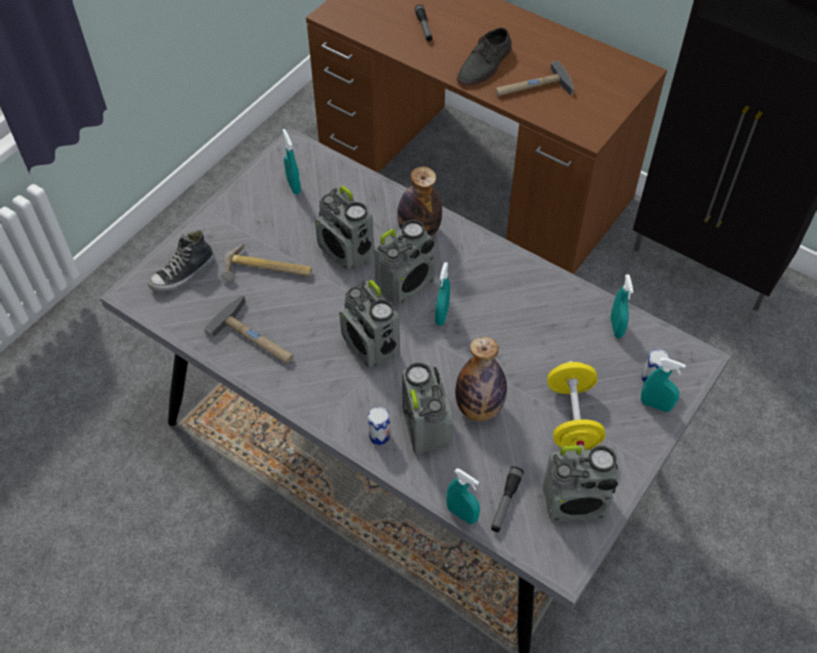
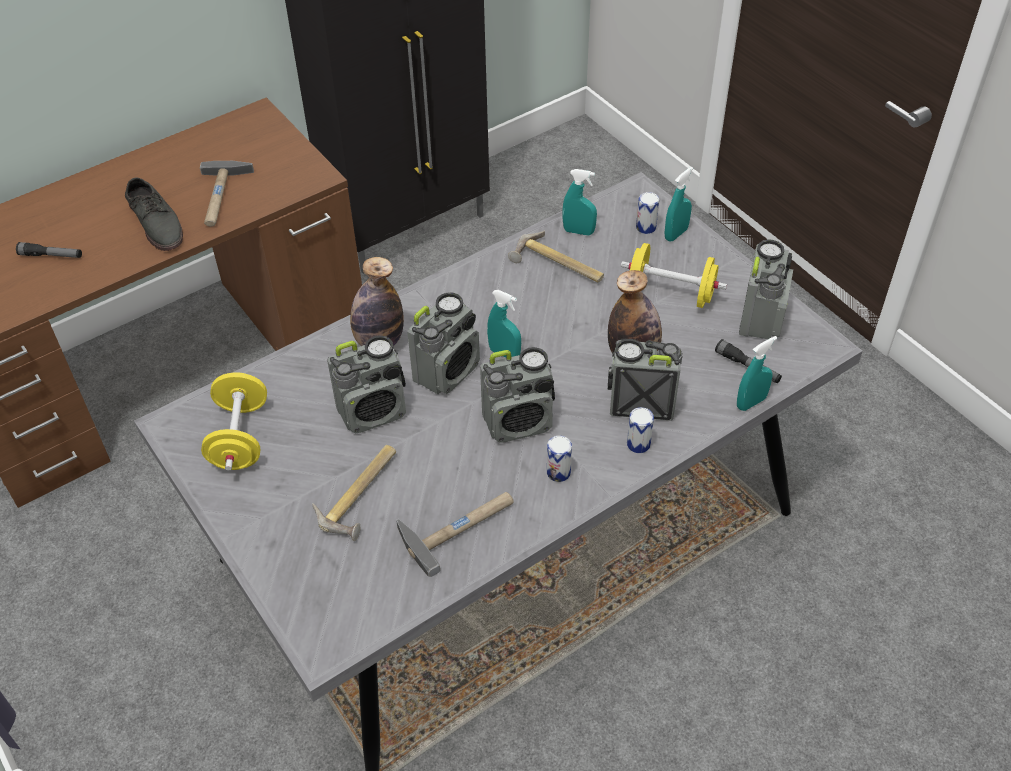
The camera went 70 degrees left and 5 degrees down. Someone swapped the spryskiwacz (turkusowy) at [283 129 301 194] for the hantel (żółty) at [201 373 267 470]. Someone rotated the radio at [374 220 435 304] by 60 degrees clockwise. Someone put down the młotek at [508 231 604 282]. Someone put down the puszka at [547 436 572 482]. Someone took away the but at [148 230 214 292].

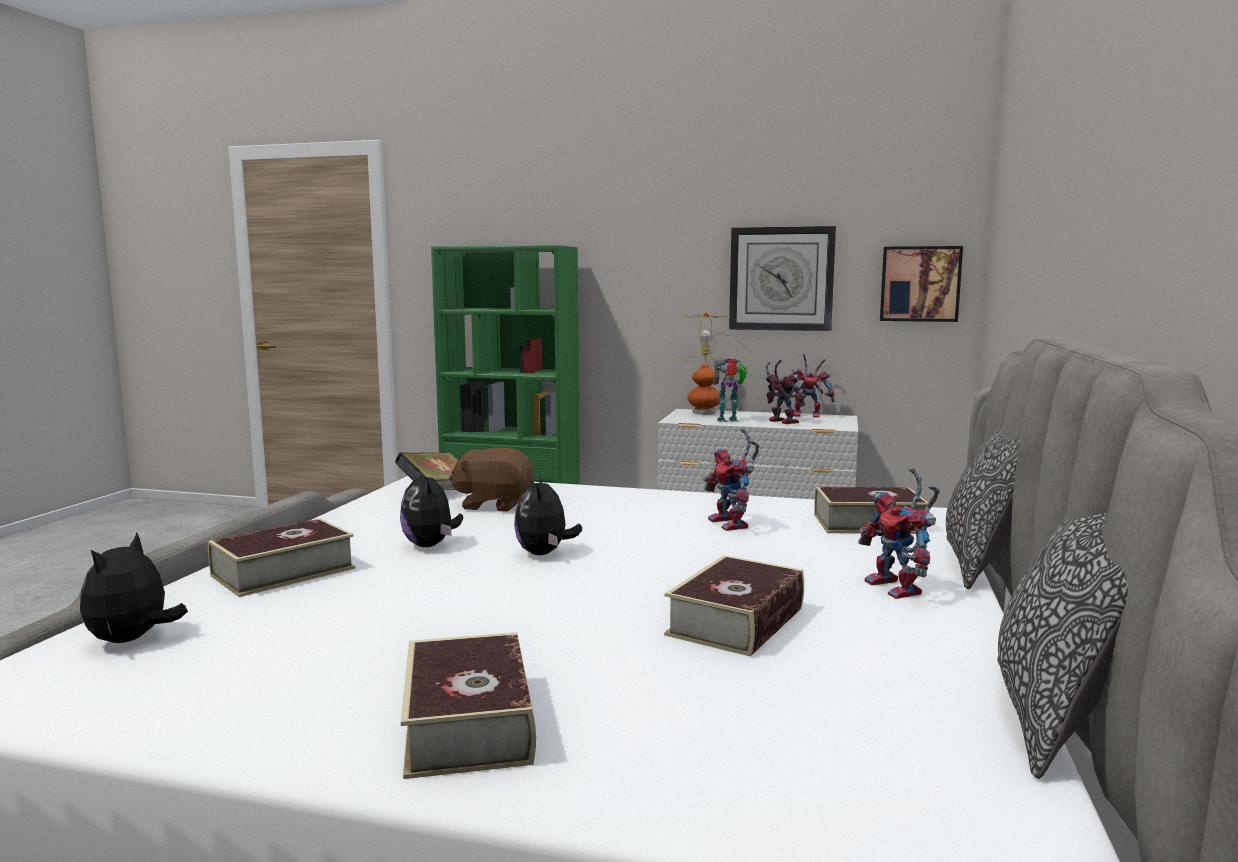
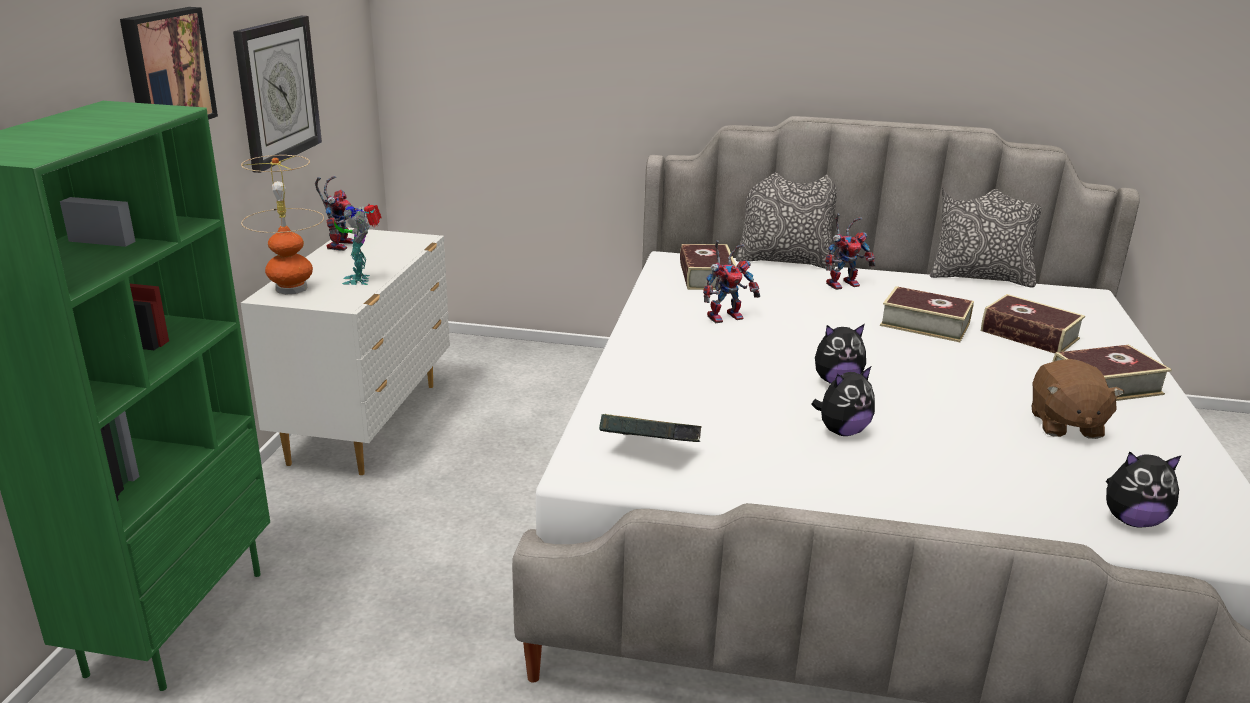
The camera went 95 degrees left and 15 degrees up. Someone carried the obraz from [880 246 963 322] to [120 7 218 120]. Someone carried the książka from [208 519 355 597] to [981 294 1085 354]. Someone carried the pluszak (brązowy) from [449 447 534 512] to [1031 359 1124 439]. Someone took away the robot zabawkowy at [765 359 805 424].

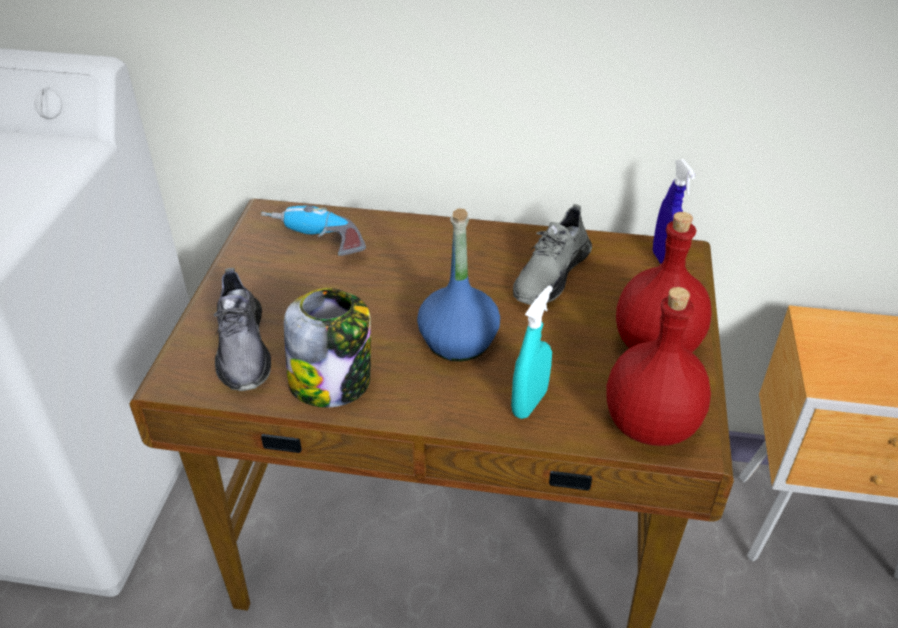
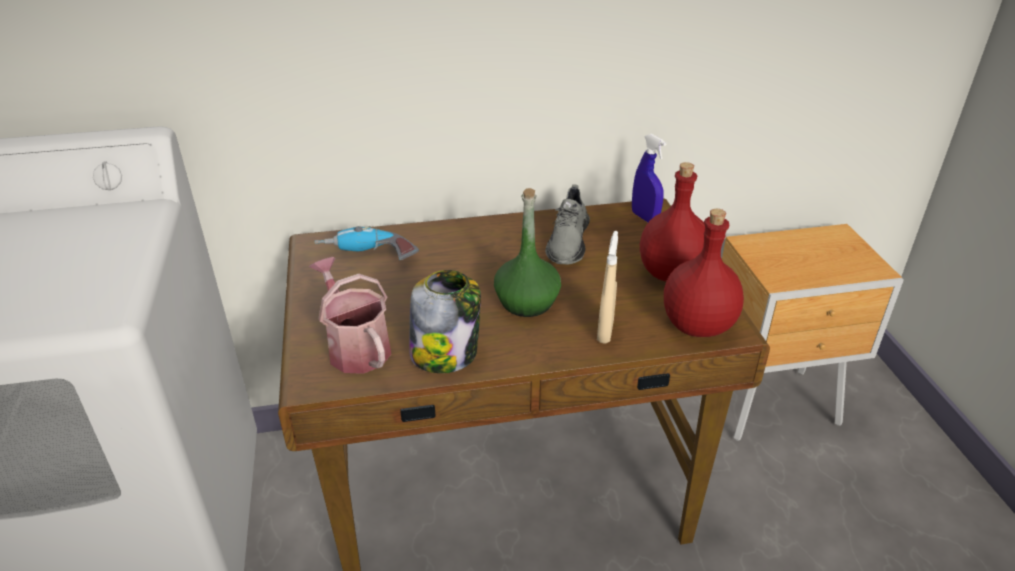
The camera went 20 degrees left and 5 degrees down. Someone swapped the but (szary) at [213 268 271 391] for the konewka at [309 257 391 374]. Someone repainted the butelka (niebieski) at [417 208 500 362], which became the butelka (zielony) at [494 188 561 317]. Someone repainted the spryskiwacz (turkusowy) at [511 285 553 419], which became the spryskiwacz (beżowy) at [597 231 618 344].

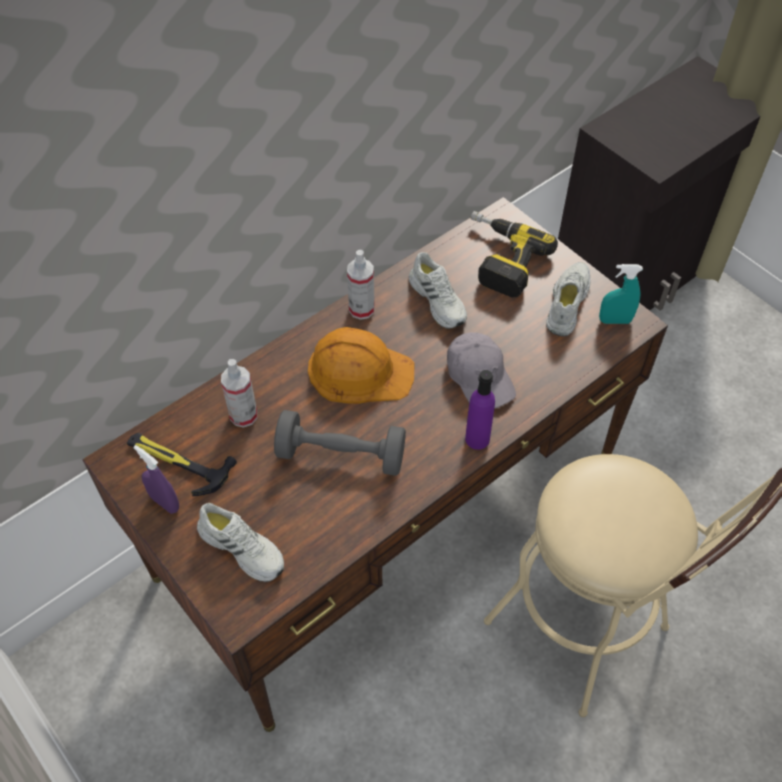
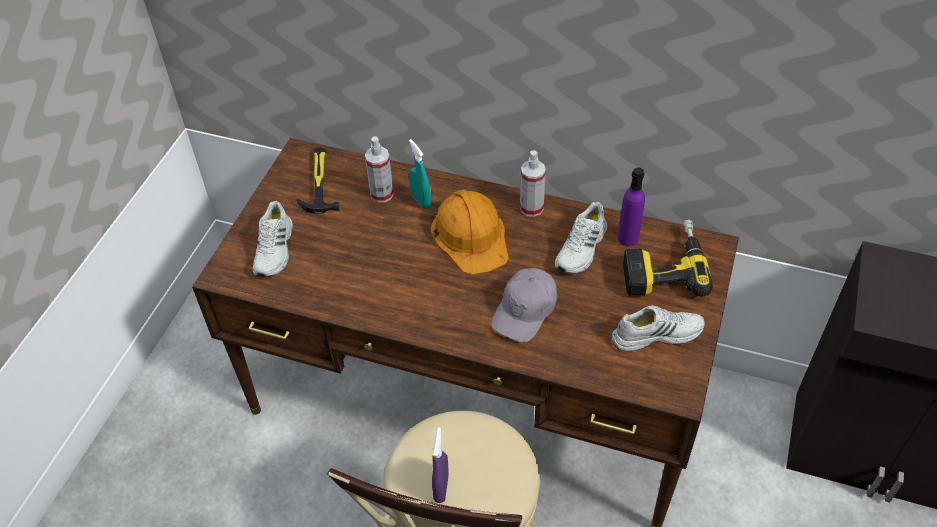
The camera went 60 degrees right and 5 degrees down. Someone carried the spryskiwacz (turkusowy) from [599 264 643 324] to [409 139 431 209]. Someone carried the spryskiwacz (fioletowy) from [133 445 179 514] to [432 427 449 503]. Someone carried the butelka (fioletowy) from [465 370 495 450] to [618 167 645 246]. Someone took away the hantel (szary) at [274 410 406 476].

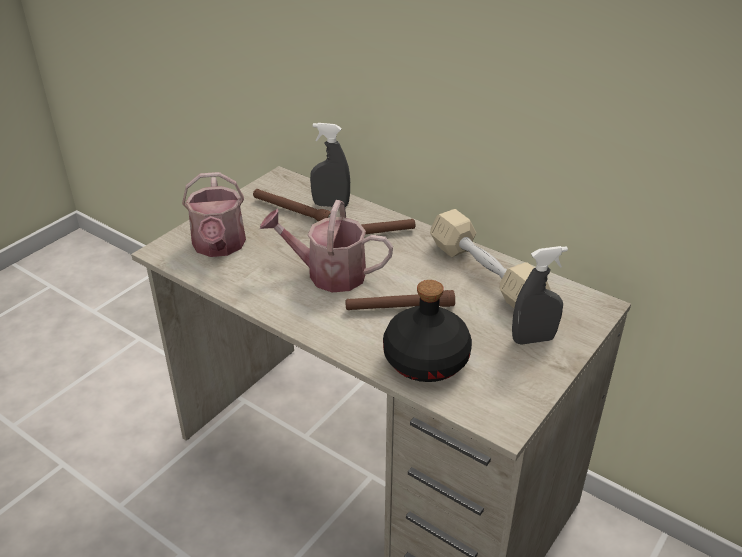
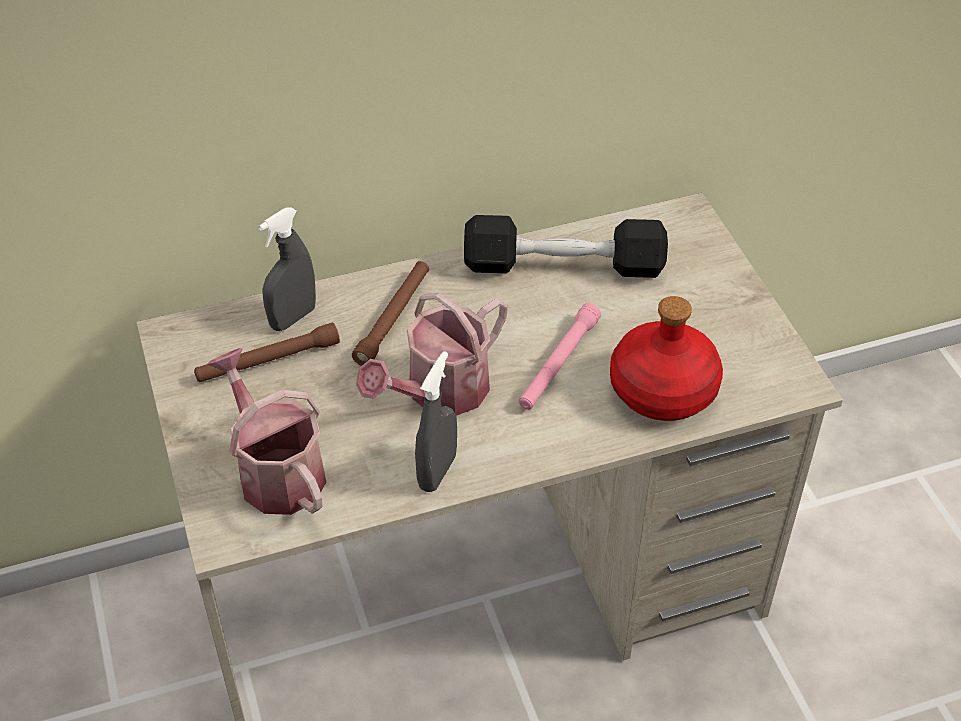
The camera went 55 degrees left and 10 degrees up. Someone rotated the konewka at [182 172 246 257] by 150 degrees counterclockwise. Someone carried the spryskiwacz (szary) from [512 246 568 345] to [415 351 457 492]. Someone repainted the hantel (beżowy) at [430 209 551 308], which became the hantel (czarny) at [464 215 668 278]. Someone repainted the latarka (brązowy) at [345 290 455 310], which became the latarka (różowy) at [519 303 601 410]. Someone repainted the butelka (czarny) at [383 280 472 382], which became the butelka (czerwony) at [610 296 723 421].

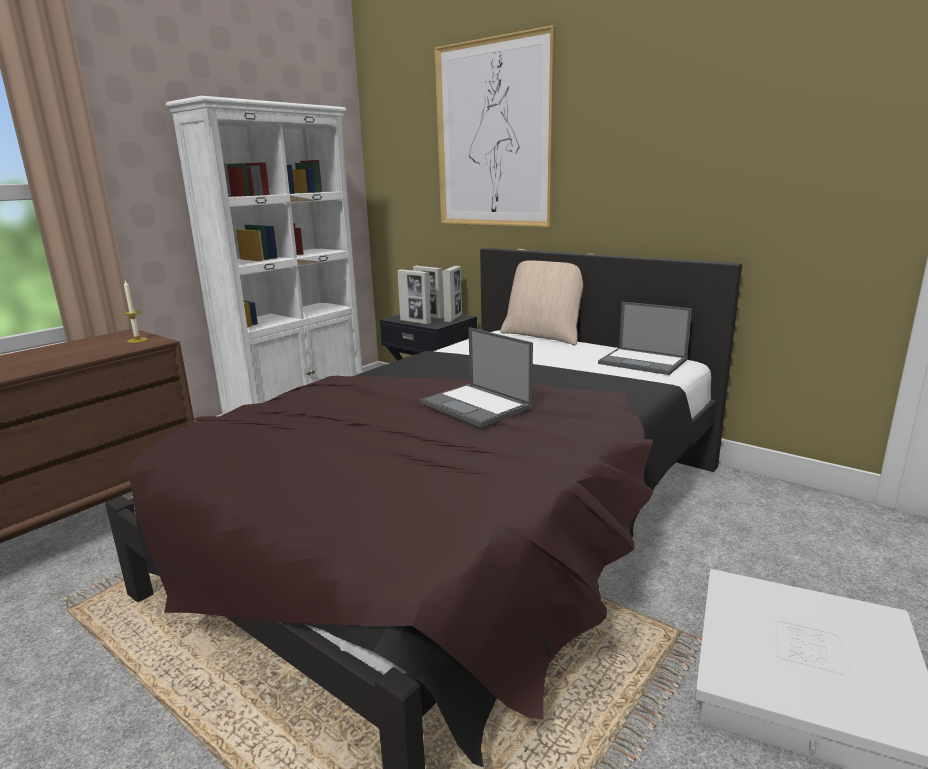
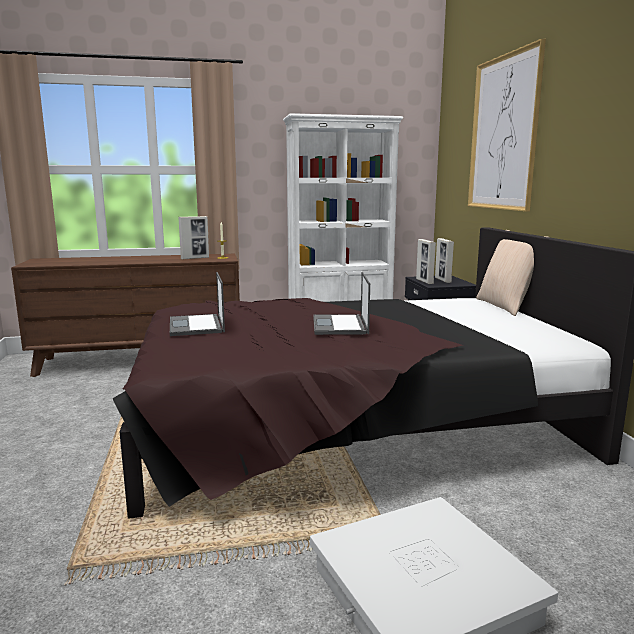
The camera went 40 degrees right and 5 degrees down. Someone carried the laptop from [598 302 692 375] to [170 272 225 336]. Someone carried the ramka na zdjęcie from [442 266 462 322] to [178 216 209 260].

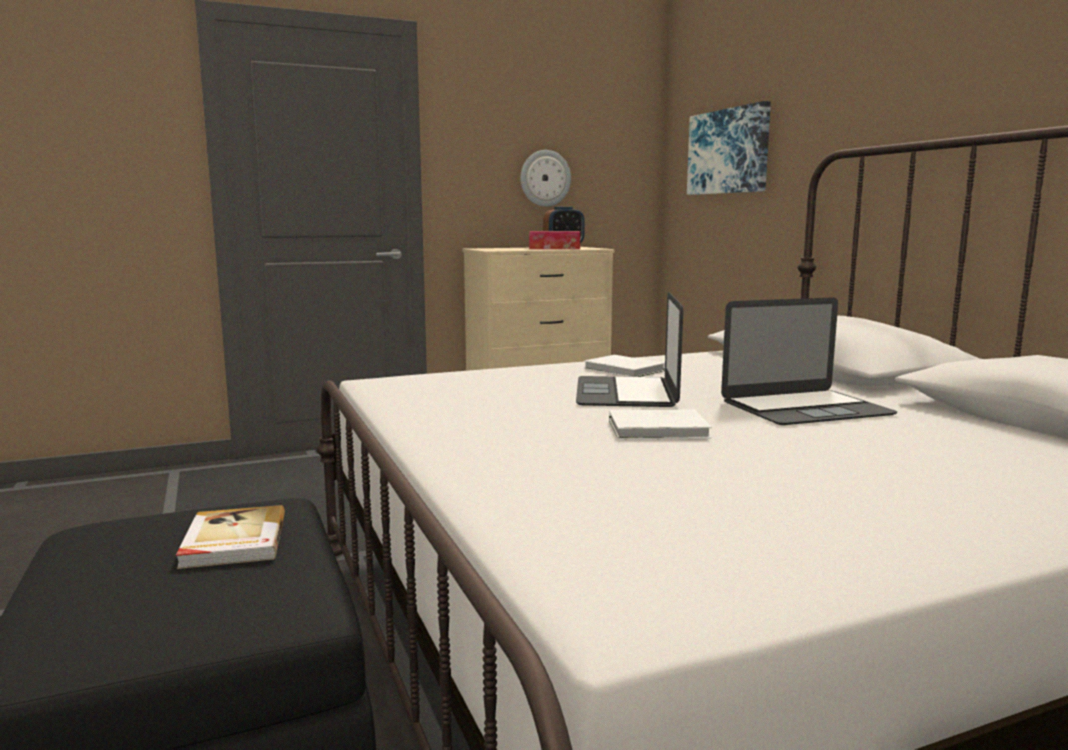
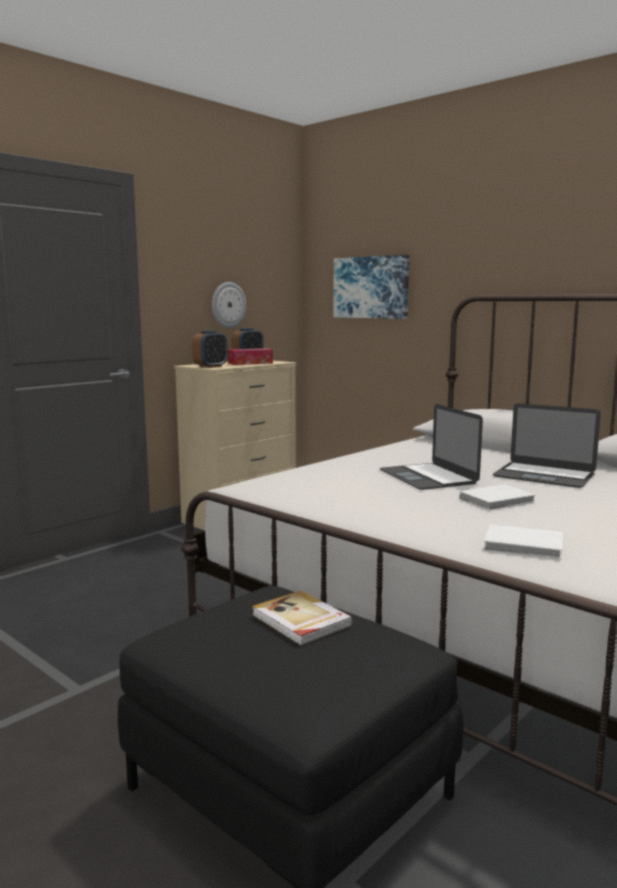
The camera went 25 degrees left and 0 degrees up. Someone put down the budzik at [192 331 228 368]. Someone carried the książka (biały) from [584 355 665 377] to [484 524 563 559]. Someone rotated the laptop at [721 297 898 425] by 75 degrees clockwise.

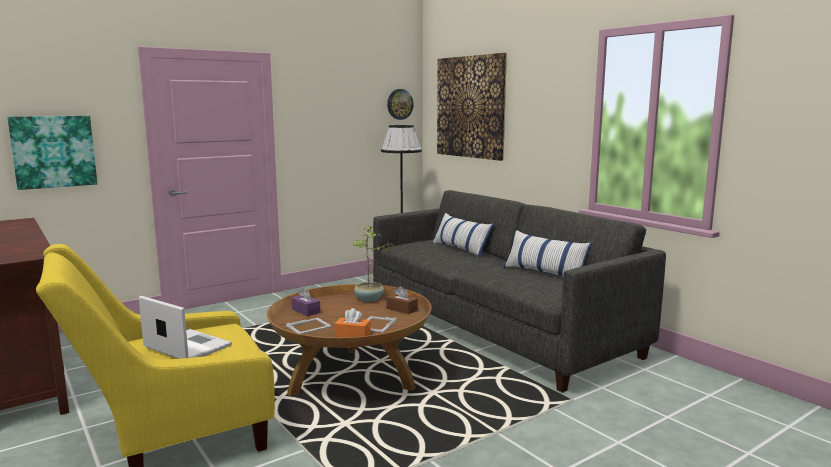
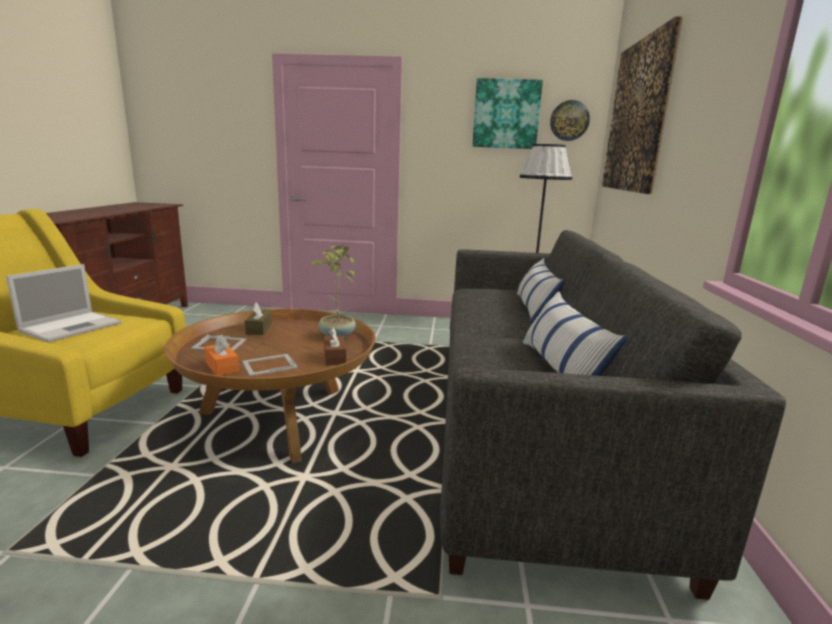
The camera went 40 degrees right and 5 degrees up. Someone rotated the laptop at [139 296 232 359] by 45 degrees clockwise. Someone repainted the pudełko chusteczek (fioletowy) at [292 288 320 316], which became the pudełko chusteczek (brązowy) at [245 303 272 335]. Someone carried the obraz from [7 116 97 190] to [472 78 543 149].

